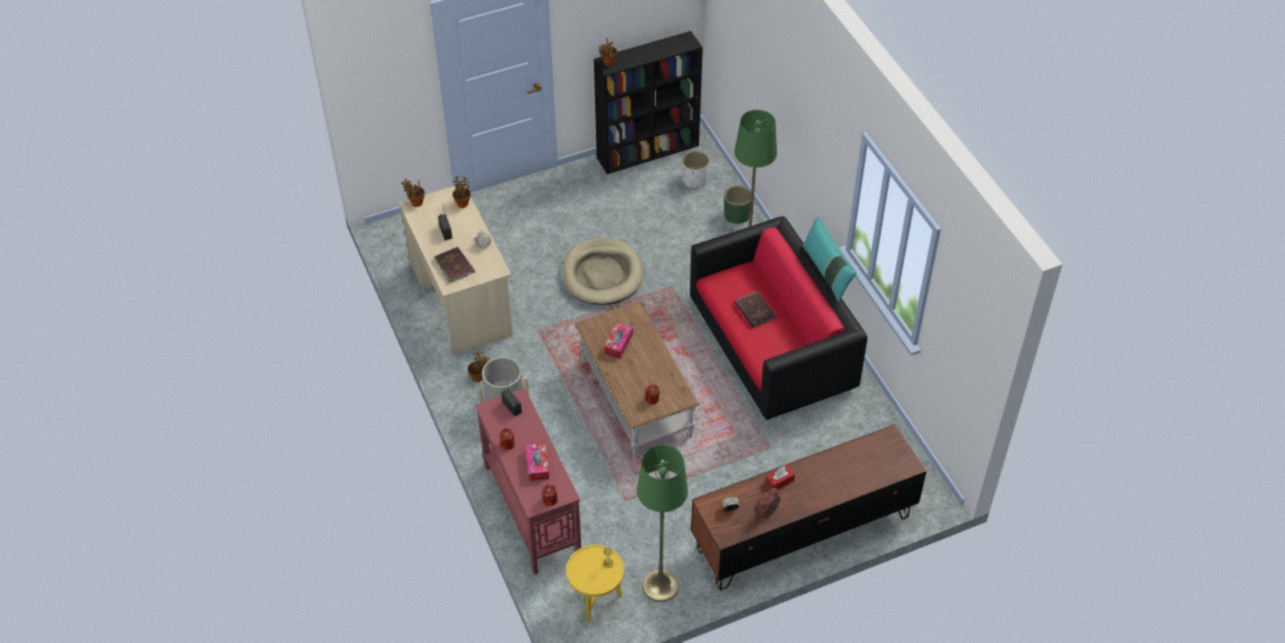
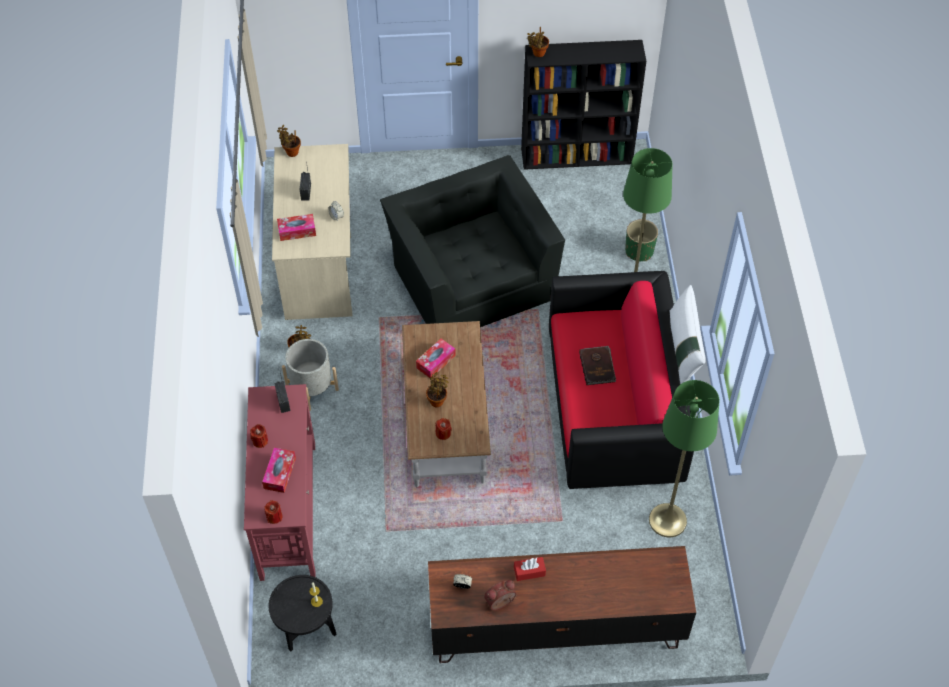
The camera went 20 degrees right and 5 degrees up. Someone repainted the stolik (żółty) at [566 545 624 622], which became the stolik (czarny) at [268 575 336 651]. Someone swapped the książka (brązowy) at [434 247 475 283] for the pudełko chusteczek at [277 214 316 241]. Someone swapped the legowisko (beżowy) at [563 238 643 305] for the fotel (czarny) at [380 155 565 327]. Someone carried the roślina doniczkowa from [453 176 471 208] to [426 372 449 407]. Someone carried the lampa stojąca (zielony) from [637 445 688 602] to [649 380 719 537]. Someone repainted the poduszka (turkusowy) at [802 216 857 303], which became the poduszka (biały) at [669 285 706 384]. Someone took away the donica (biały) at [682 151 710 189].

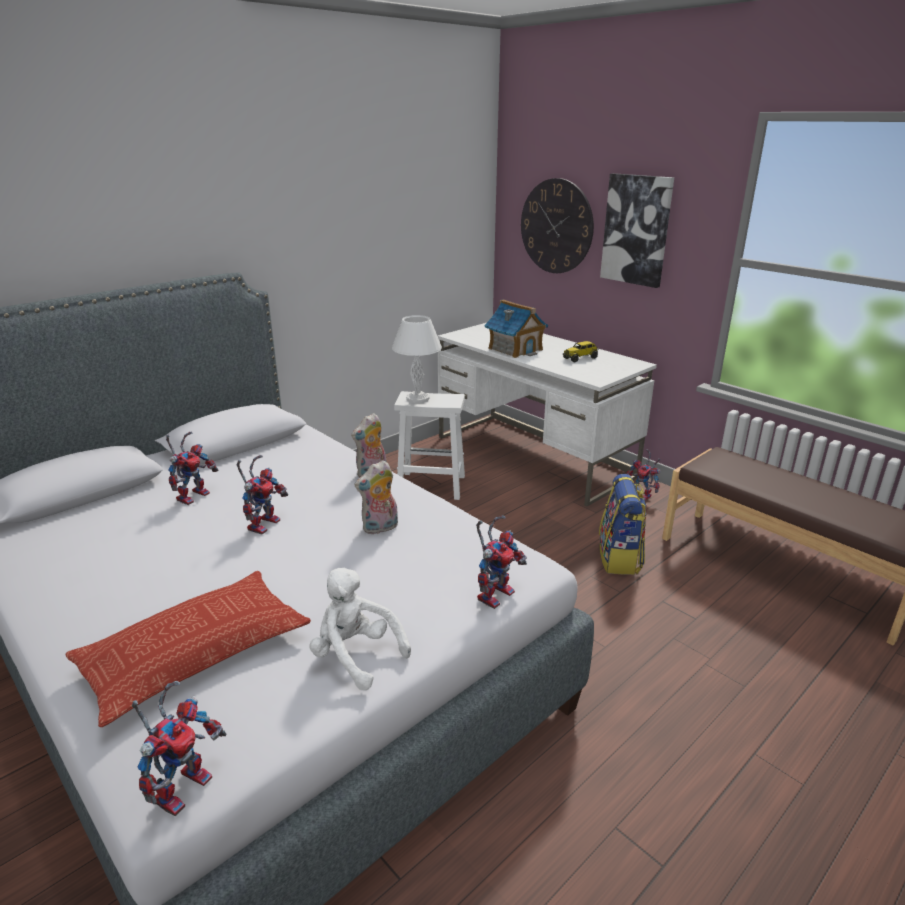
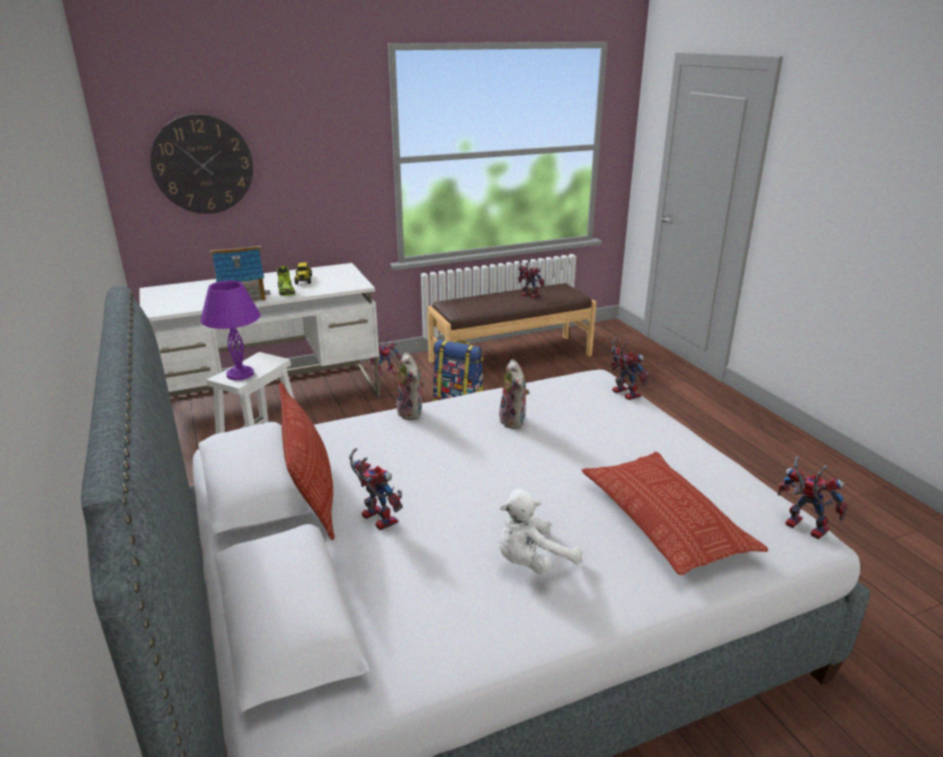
The camera went 70 degrees left and 0 degrees up. Someone repainted the lampa stołowa (biały) at [392 315 442 403], which became the lampa stołowa (fioletowy) at [201 280 261 381]. Someone put down the but at [277 266 295 296]. Someone put down the poduszka at [279 382 335 540]. Someone carried the pluszak (biały) from [309 568 411 691] to [499 489 582 574]. Someone carried the robot zabawkowy from [237 455 288 534] to [518 259 545 299]. Someone took away the obraz at [600 173 674 288].

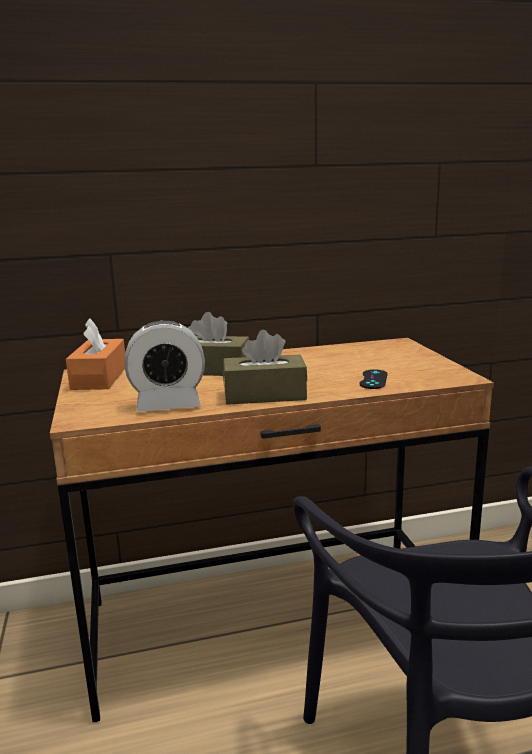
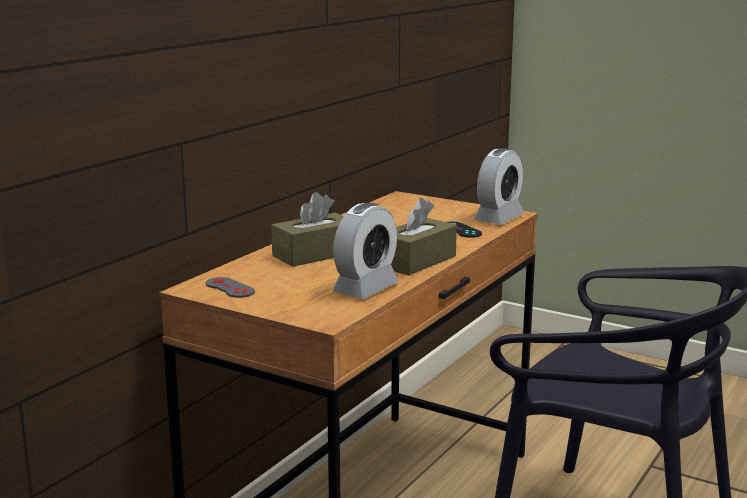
The camera went 45 degrees left and 0 degrees up. Someone swapped the pudełko chusteczek (pomarańczowy) at [66 318 125 390] for the pad do gier (szary) at [206 277 255 298]. Someone put down the budzik at [474 148 524 224].

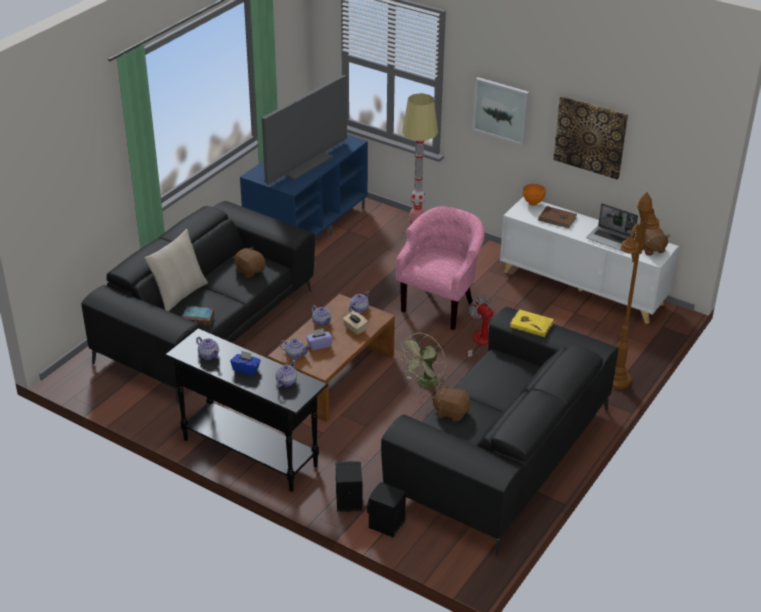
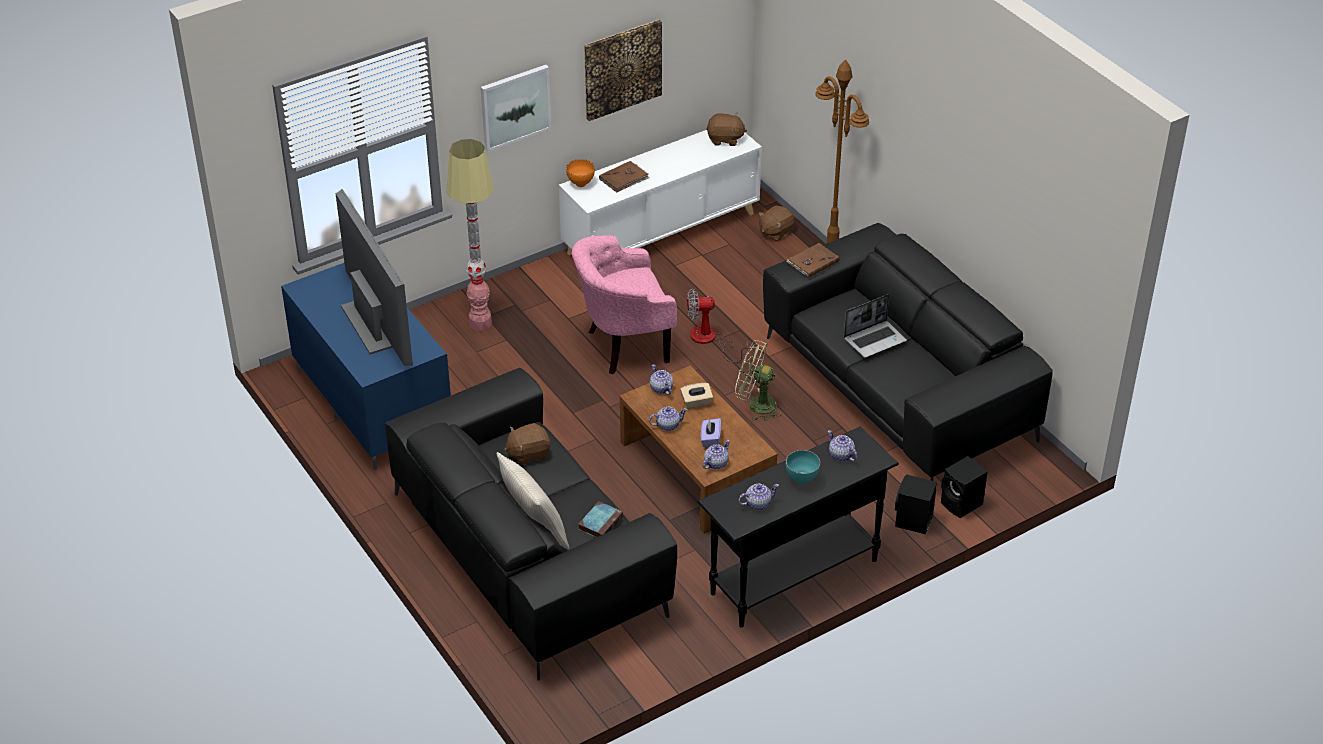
The camera went 65 degrees left and 5 degrees up. Someone rotated the fotel (różowy) at [396 206 485 330] by 75 degrees counterclockwise. Someone rotated the wentylator (zielony) at [399 333 446 390] by 135 degrees clockwise. Someone carried the pluszak (brązowy) from [432 385 471 422] to [759 206 795 241]. Someone repainted the książka (żółty) at [510 309 554 337], which became the książka (brązowy) at [786 243 840 278]. Someone swapped the pudełko chusteczek (niebieski) at [230 350 261 375] for the miska (turkusowy) at [786 450 821 484]. Someone carried the laptop from [586 203 638 251] to [844 294 907 358].

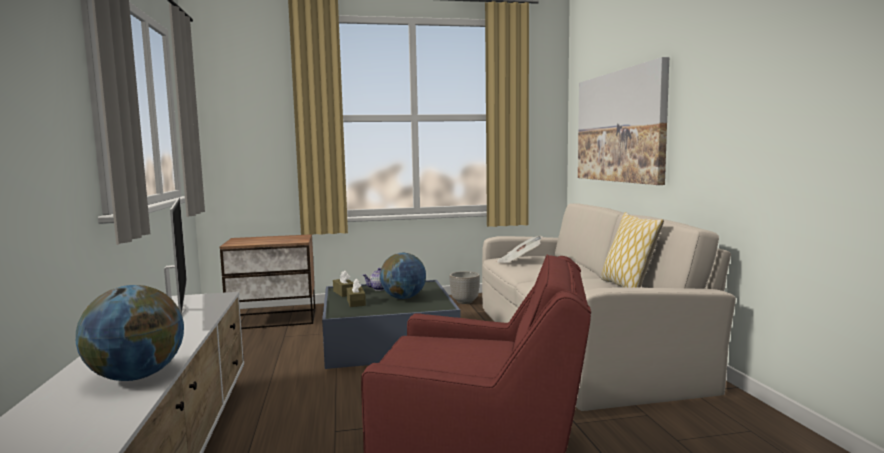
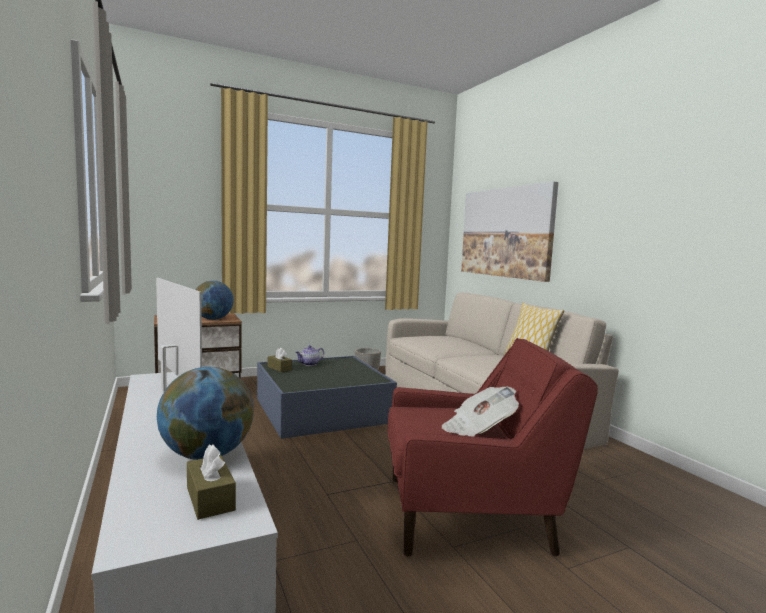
The camera went 15 degrees left and 0 degrees up. Someone carried the pudełko chusteczek (brązowy) from [347 278 366 307] to [187 445 236 520]. Someone carried the globus from [380 253 426 299] to [195 281 234 320]. Someone carried the gazeta from [496 236 543 263] to [442 387 519 437].

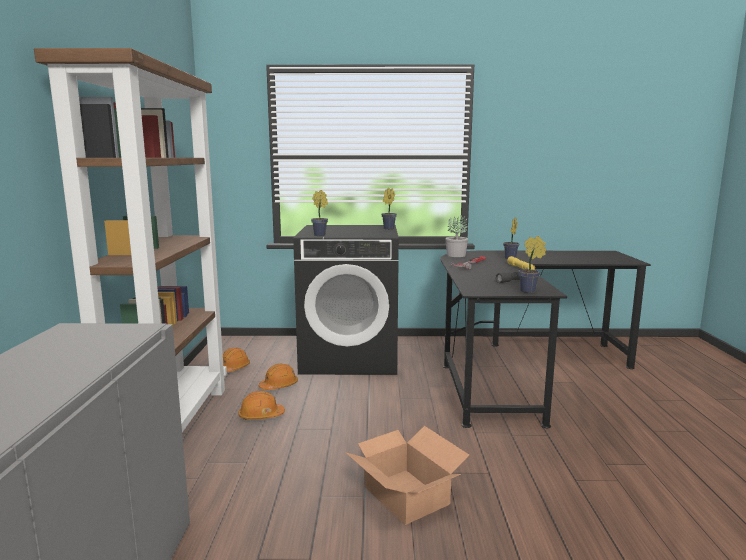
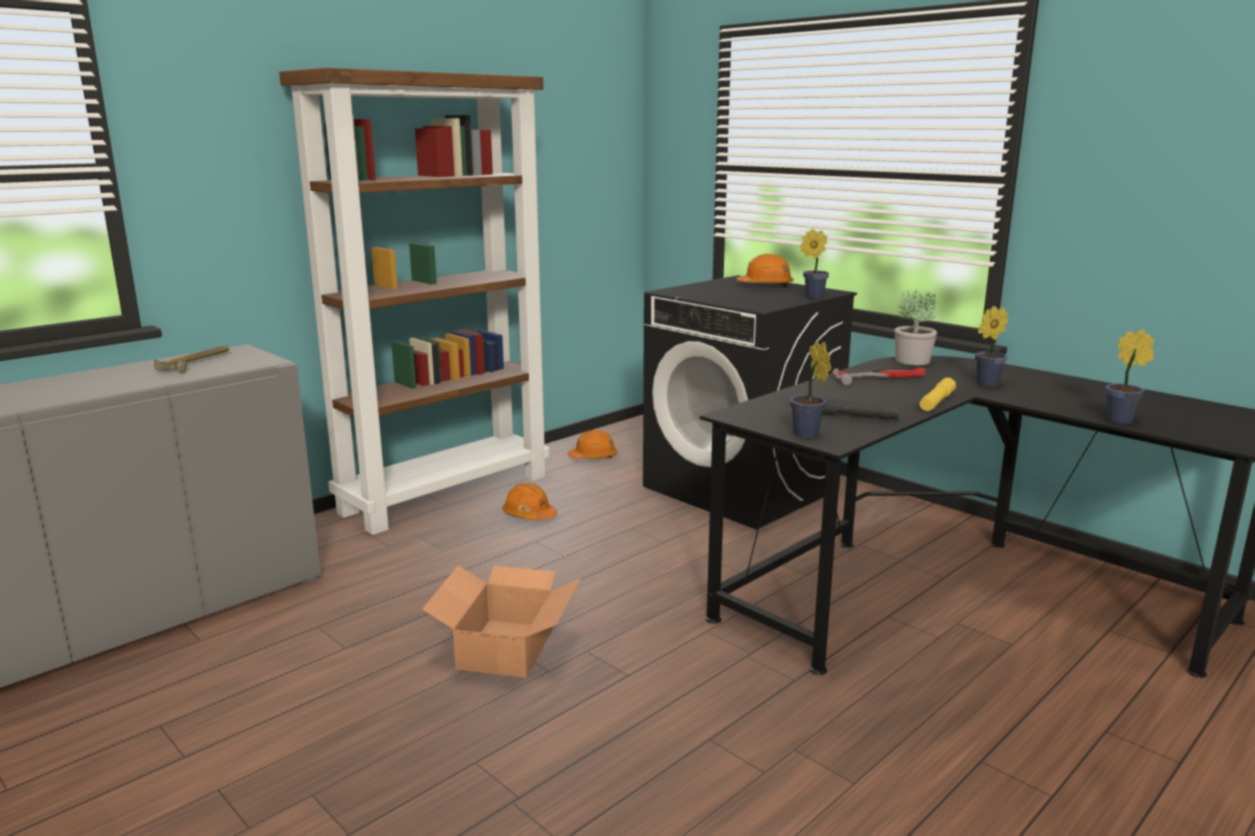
The camera went 45 degrees right and 5 degrees up. Someone put down the młotek at [154 345 229 373]. Someone carried the kask (pomarańczowy) from [259 364 298 390] to [736 254 794 287]. Someone carried the roślina doniczkowa from [311 190 328 236] to [1105 329 1154 424].

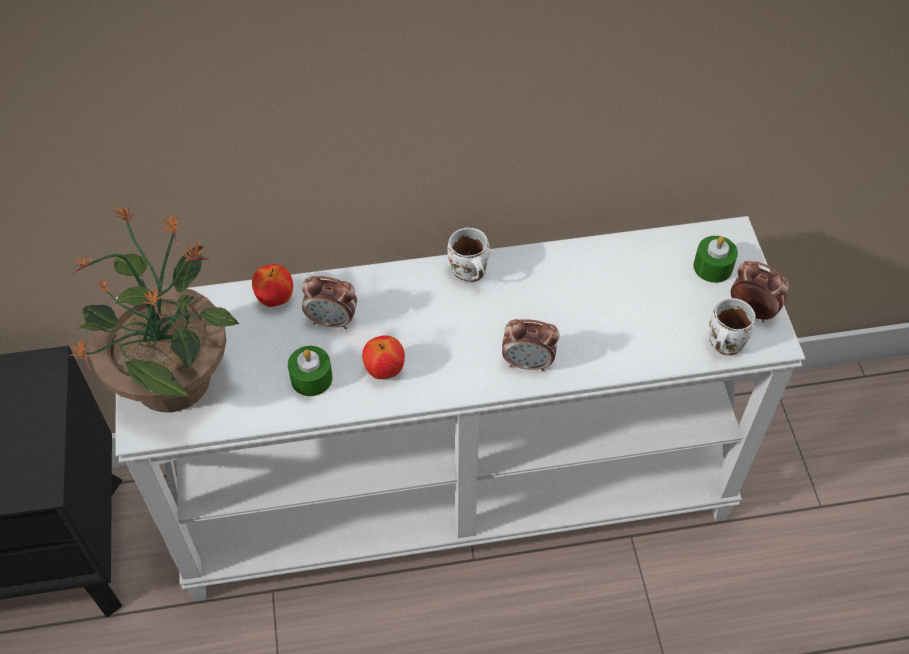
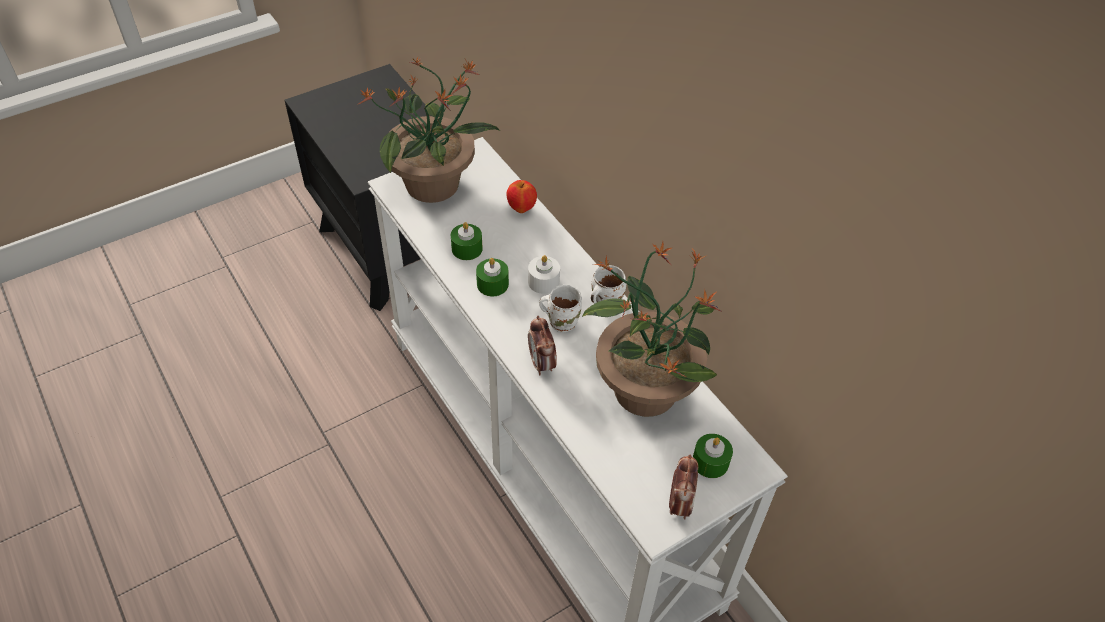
The camera went 65 degrees right and 5 degrees down. Someone swapped the jabłko at [362 335 405 379] for the świeca (zielony) at [476 258 509 297]. Someone put down the świeca (biały) at [528 255 560 294]. Someone carried the kubek (biały) from [709 298 756 356] to [539 285 582 333]. Someone put down the roślina doniczkowa at [582 242 723 417]. Someone took away the budzik at [302 276 357 329].

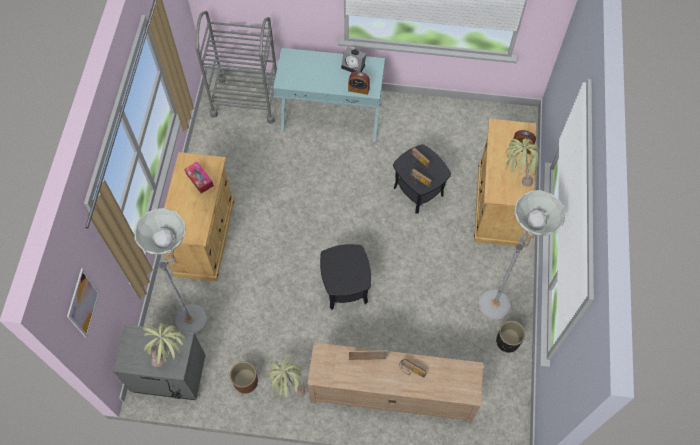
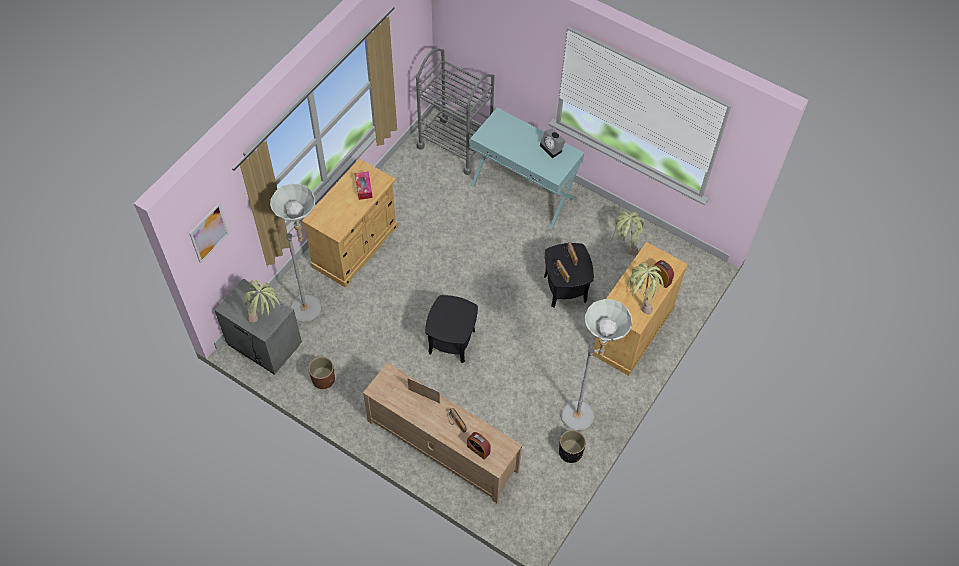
The camera went 25 degrees right and 5 degrees down. Someone carried the budzik from [348 71 370 95] to [467 432 491 460]. Someone carried the roślina doniczkowa from [268 357 306 399] to [613 211 645 256].

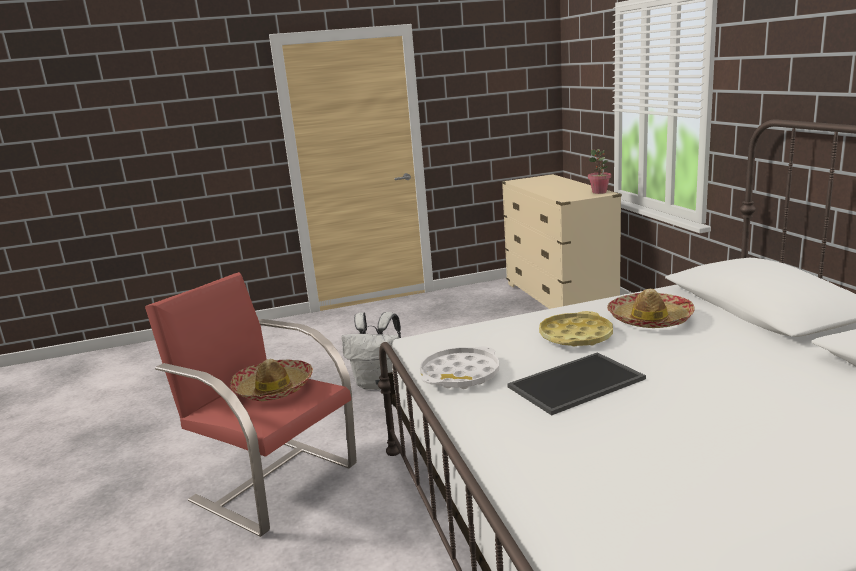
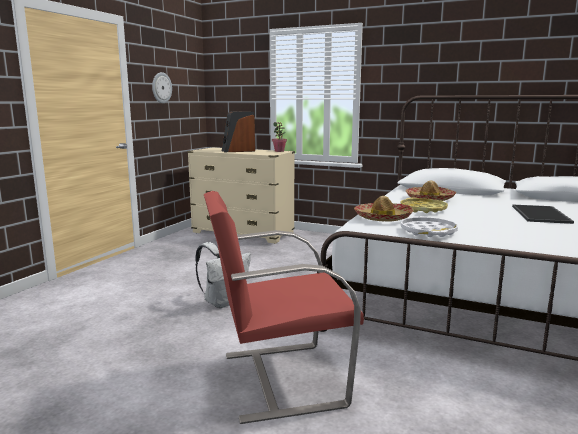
The camera went 50 degrees left and 5 degrees down. Someone put up the zegar ścienny at [152 72 172 103]. Someone put down the głośnik at [222 111 255 152]. Someone carried the kapelusz from [230 359 313 401] to [354 196 413 222]. Someone carried the taca from [507 352 646 415] to [512 204 574 224].

